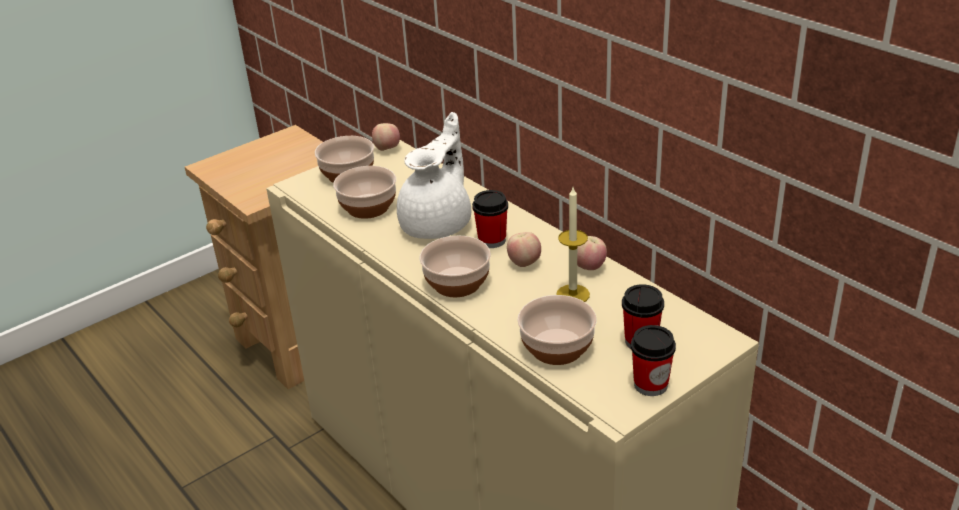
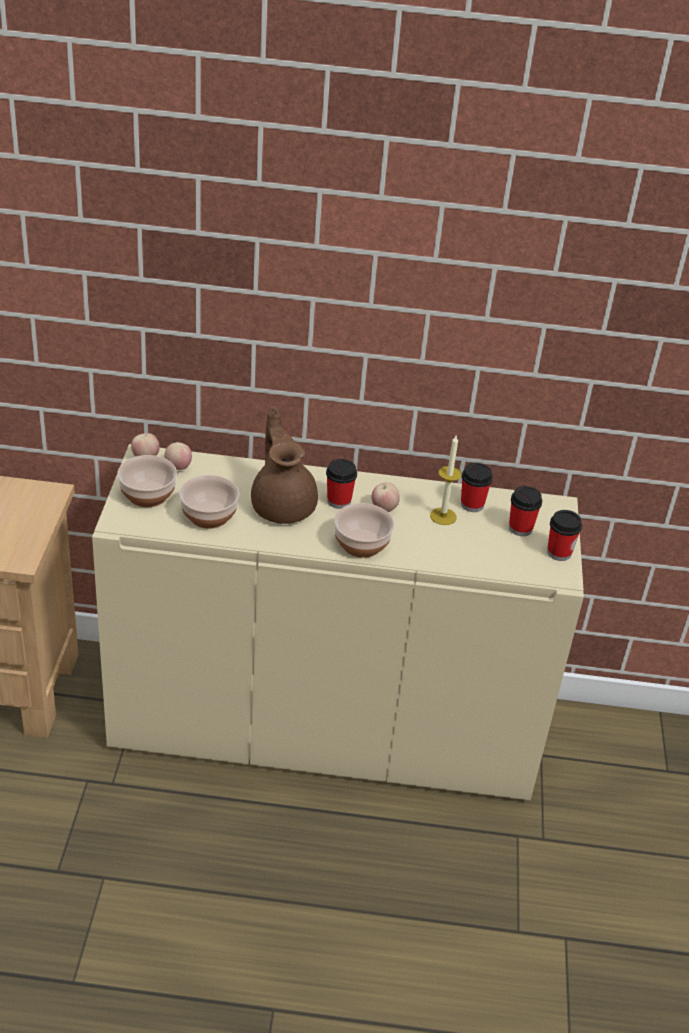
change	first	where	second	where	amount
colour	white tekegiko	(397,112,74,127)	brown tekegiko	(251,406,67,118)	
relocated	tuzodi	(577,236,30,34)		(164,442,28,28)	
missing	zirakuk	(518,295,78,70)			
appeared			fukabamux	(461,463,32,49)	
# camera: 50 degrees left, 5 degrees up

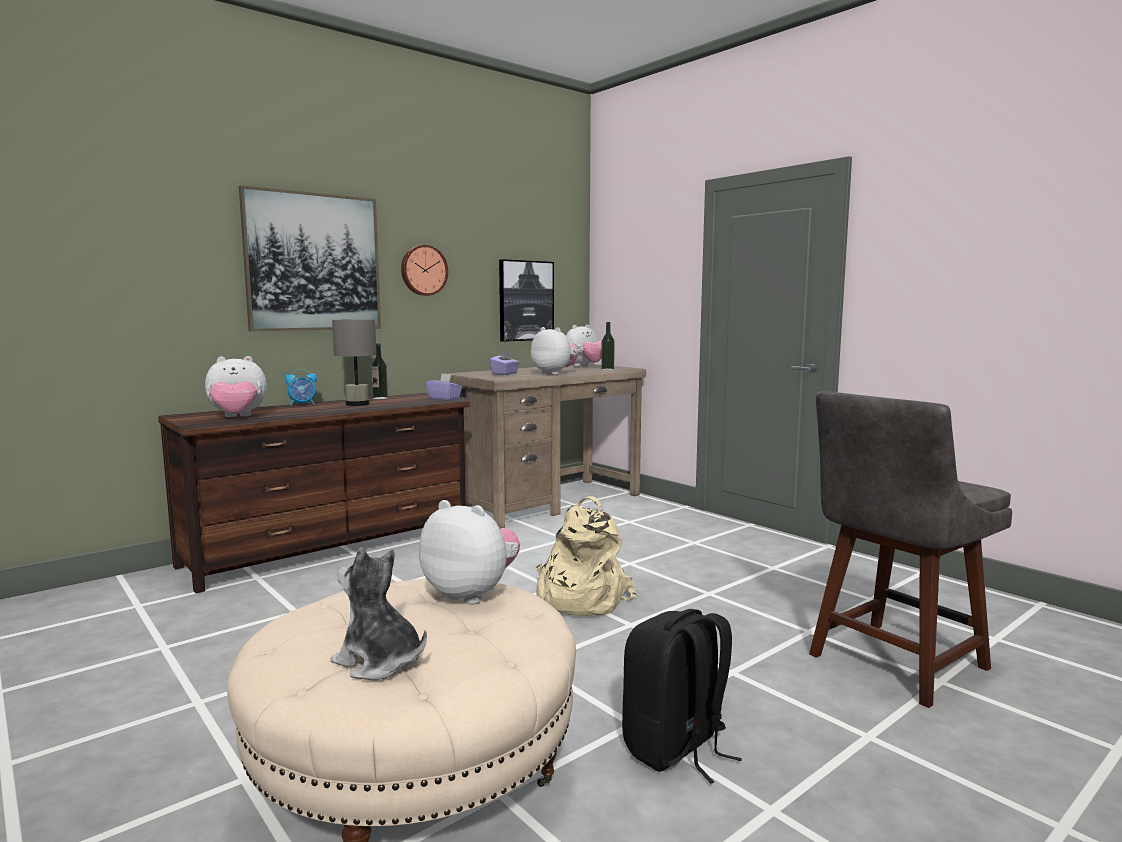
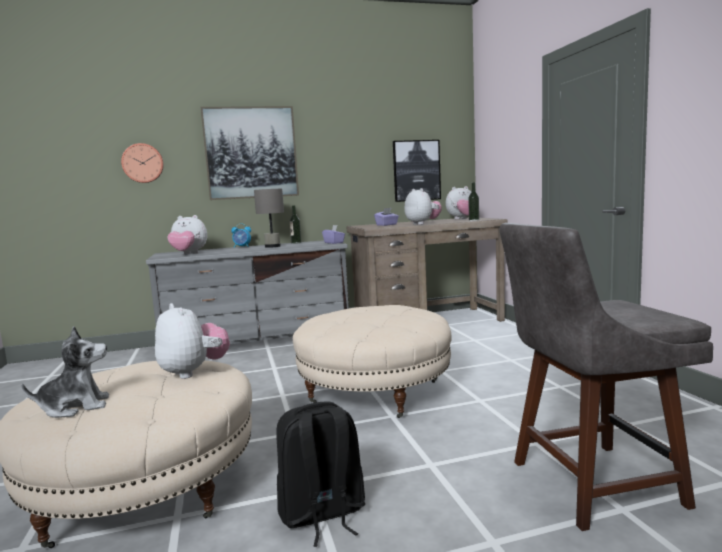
change	first	where	second	where	amount
relocated	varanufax	(401,245,47,51)		(121,143,43,40)	
colour	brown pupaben	(158,393,312,201)	grey pupaben	(146,240,203,104)	
exchanged	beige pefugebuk	(536,496,100,120)	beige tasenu	(293,305,159,113)	
spun	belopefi	(330,547,97,133)		(21,326,88,92)	105 degrees clockwise
# camera: 25 degrees right, 0 degrees up

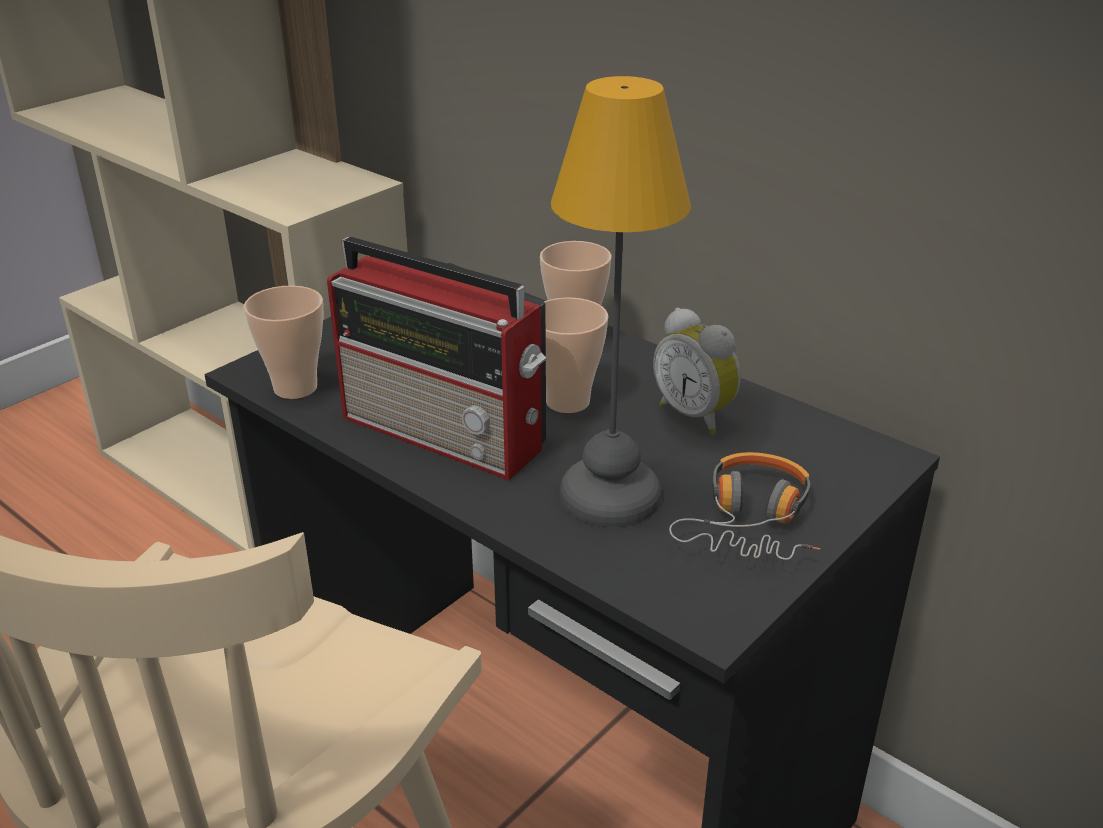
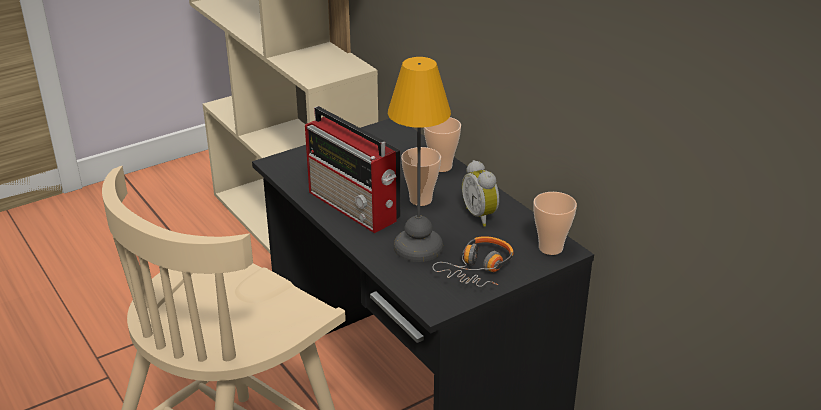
change	first	where	second	where	amount
relocated	fukabamux	(243,285,81,114)		(533,192,44,63)	
# camera: 15 degrees right, 0 degrees up

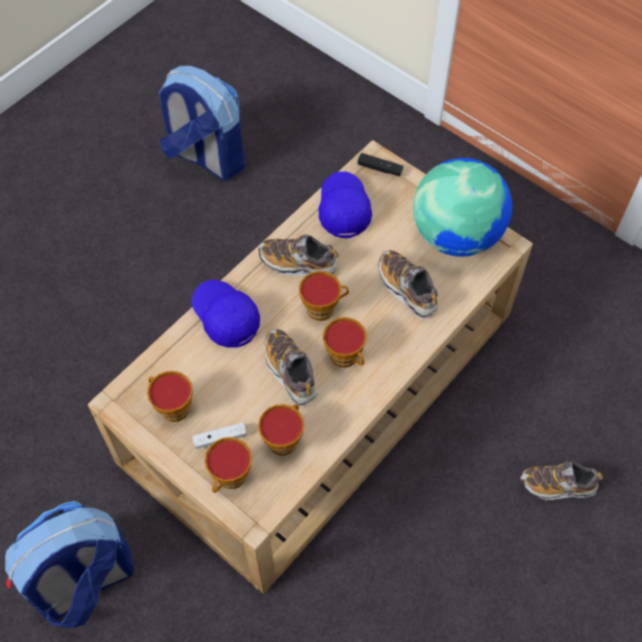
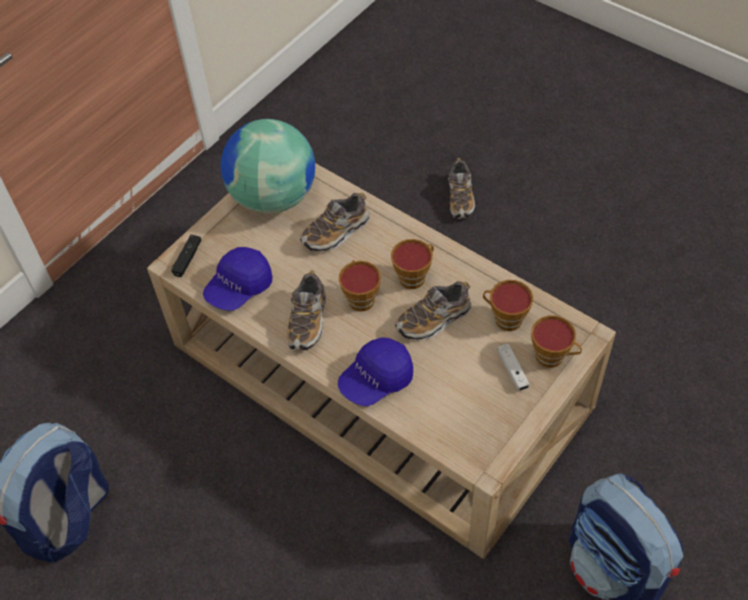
change	first	where	second	where	amount
spun	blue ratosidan	(319,171,53,67)		(203,247,69,64)	45 degrees counterclockwise
missing	fukabamux	(147,371,46,51)			
# camera: 90 degrees left, 5 degrees down

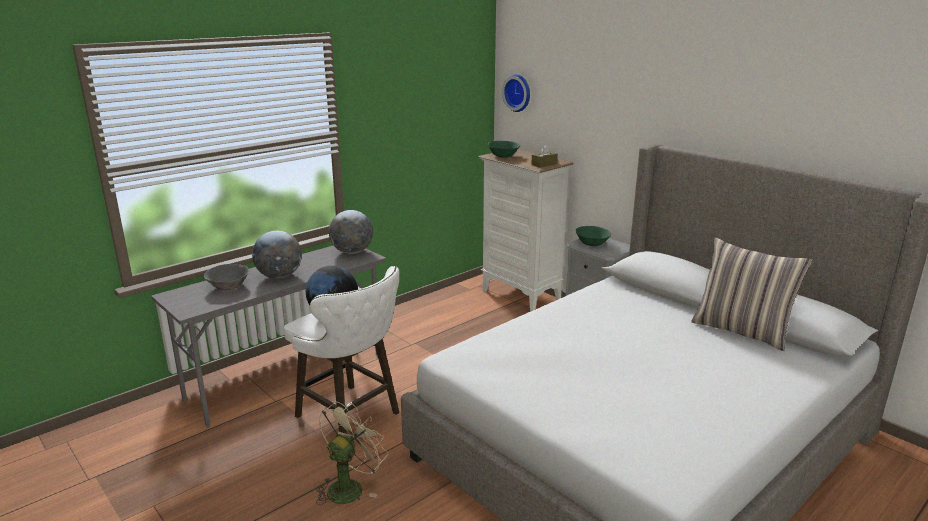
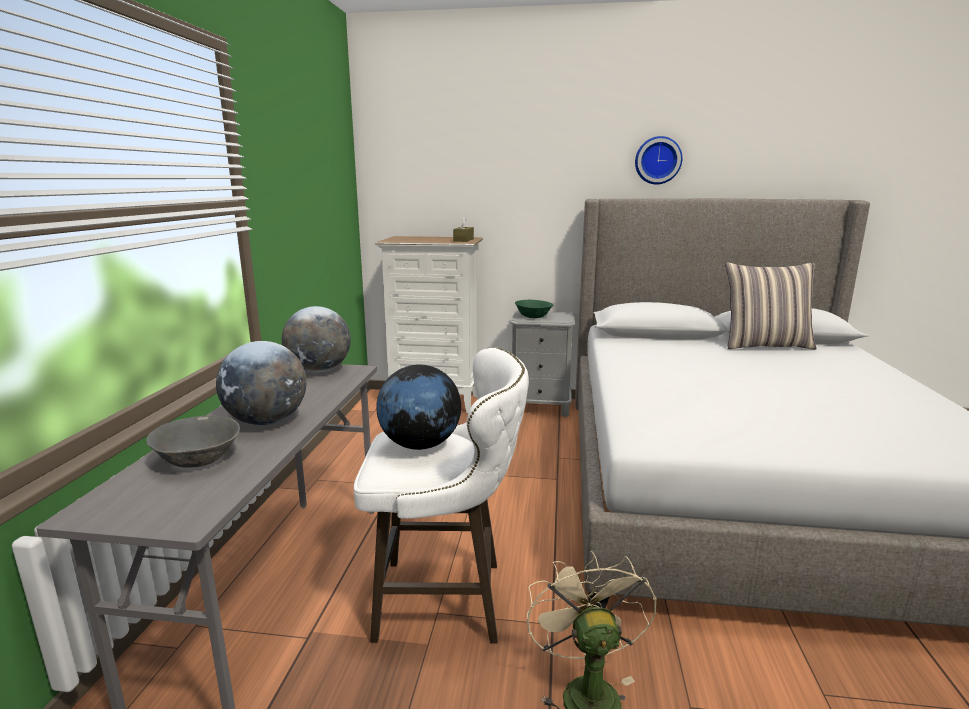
change	first	where	second	where	amount
relocated	varanufax	(502,74,28,38)		(635,136,47,49)	
missing	green zirakuk	(488,141,32,17)			
# camera: 40 degrees left, 5 degrees down

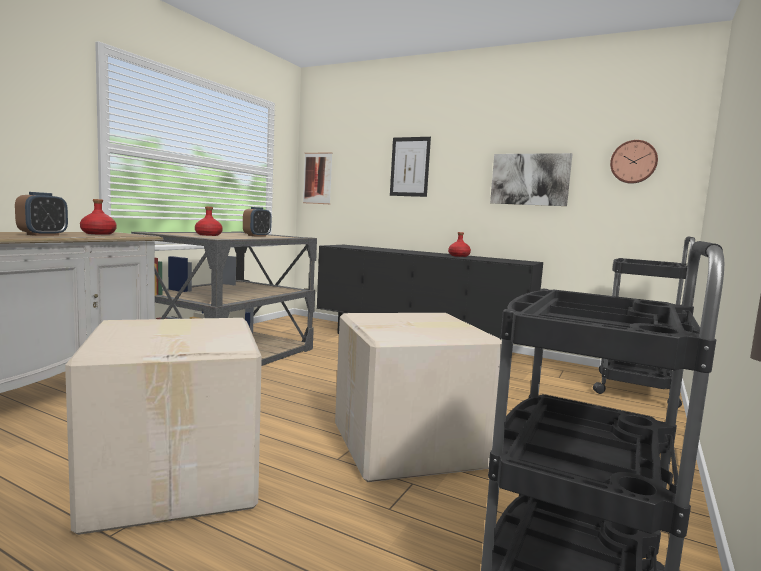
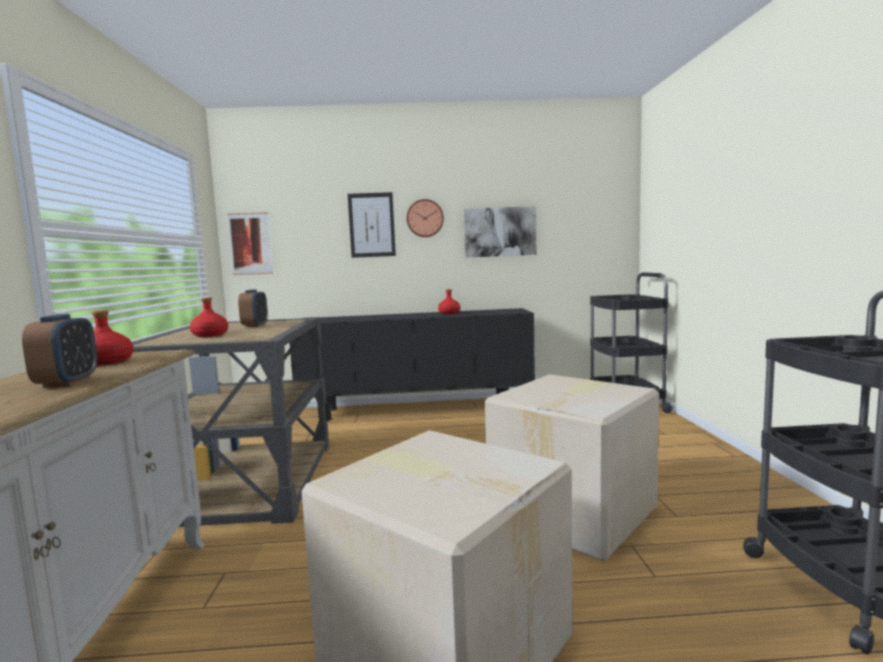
change	first	where	second	where	amount
relocated	varanufax	(610,140,48,44)		(407,199,37,38)	
# camera: 30 degrees left, 0 degrees up

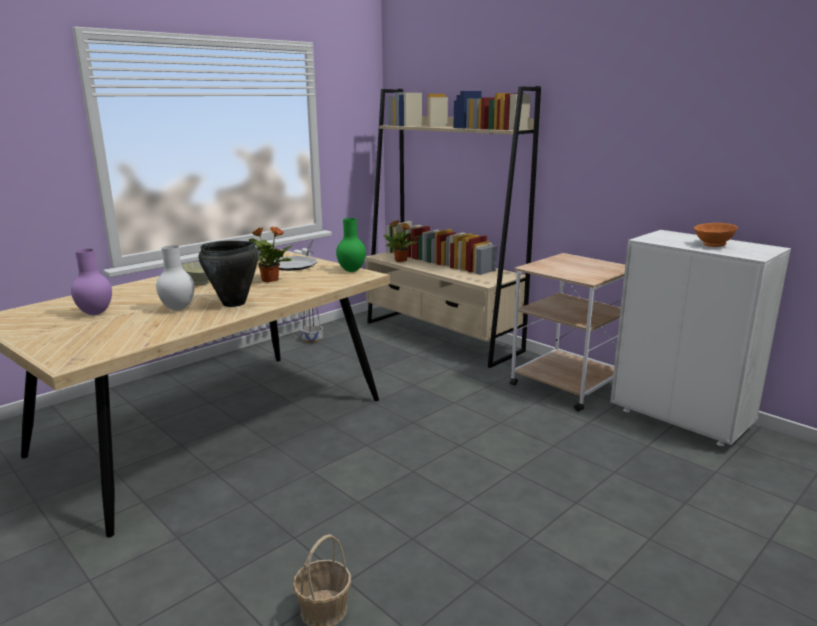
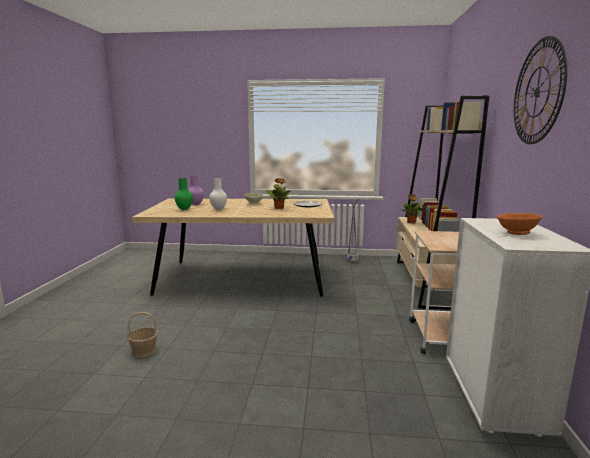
change	first	where	second	where	amount
relocated	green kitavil	(336,218,30,54)		(175,178,18,32)	
missing	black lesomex	(199,241,60,66)			
appeared			varanufax	(514,36,54,108)	
# camera: 50 degrees right, 5 degrees down

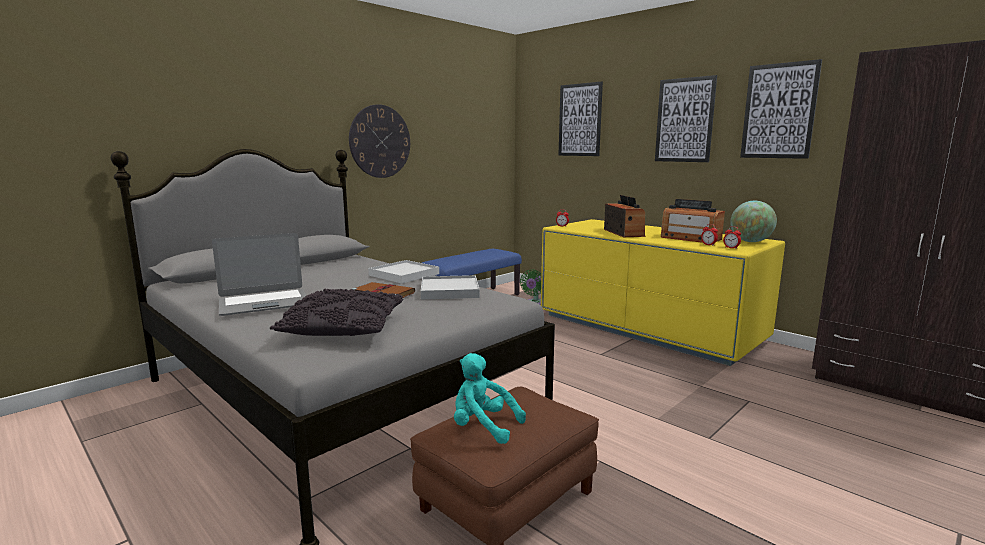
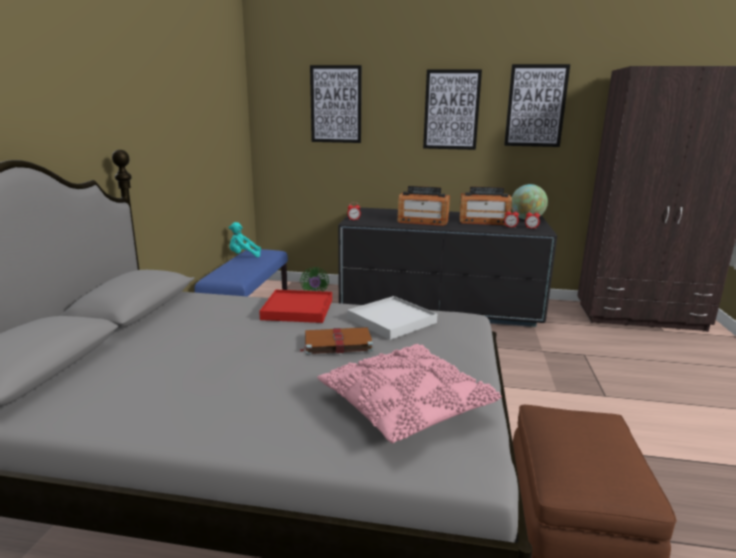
change	first	where	second	where	amount
missing	varanufax	(349,104,61,74)			
spun	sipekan	(604,195,42,42)		(397,186,53,40)	150 degrees clockwise
colour	yellow pupaben	(541,219,244,147)	black pupaben	(338,208,219,119)	
missing	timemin	(212,233,95,83)			
colour	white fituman	(368,260,71,24)	red fituman	(259,290,73,33)	
colour	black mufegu	(270,289,134,47)	pink mufegu	(317,344,185,99)	
relocated	turquoise belopefi	(454,353,72,91)		(228,222,33,35)	
# camera: 35 degrees left, 5 degrees up

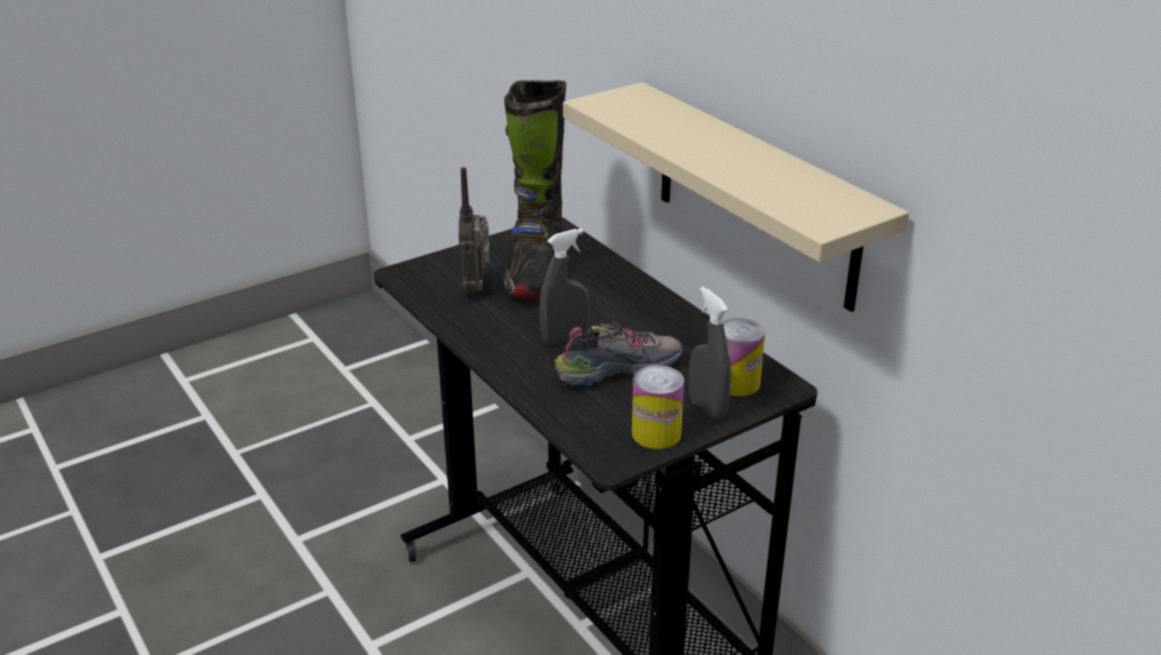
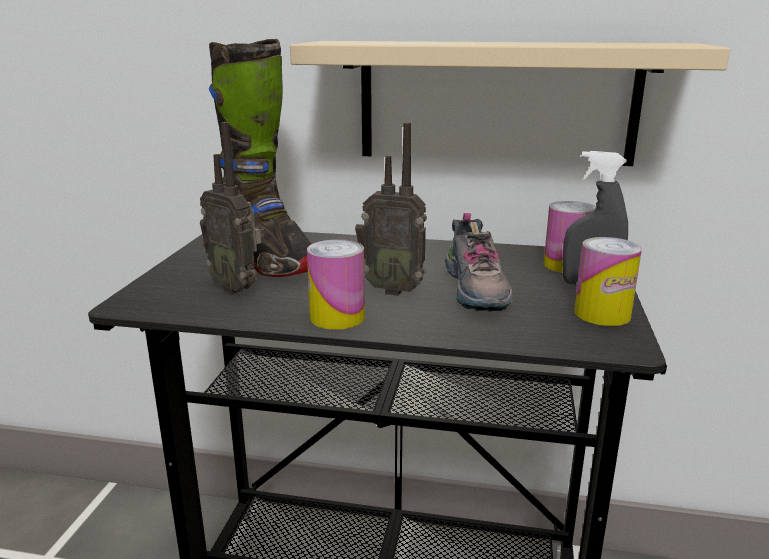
change	first	where	second	where	amount
exchanged	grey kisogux	(539,228,50,117)	sipekan	(355,122,72,174)	
spun	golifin	(554,321,128,66)		(445,213,68,99)	150 degrees clockwise
appeared			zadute	(307,239,58,91)	
# camera: 45 degrees left, 10 degrees down

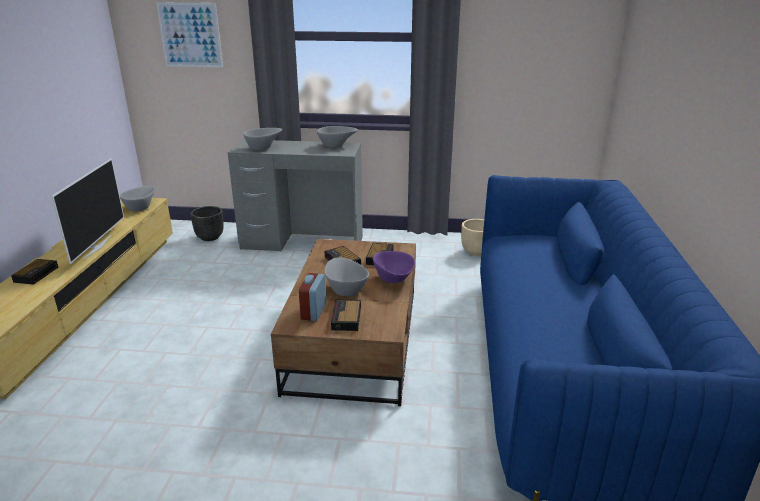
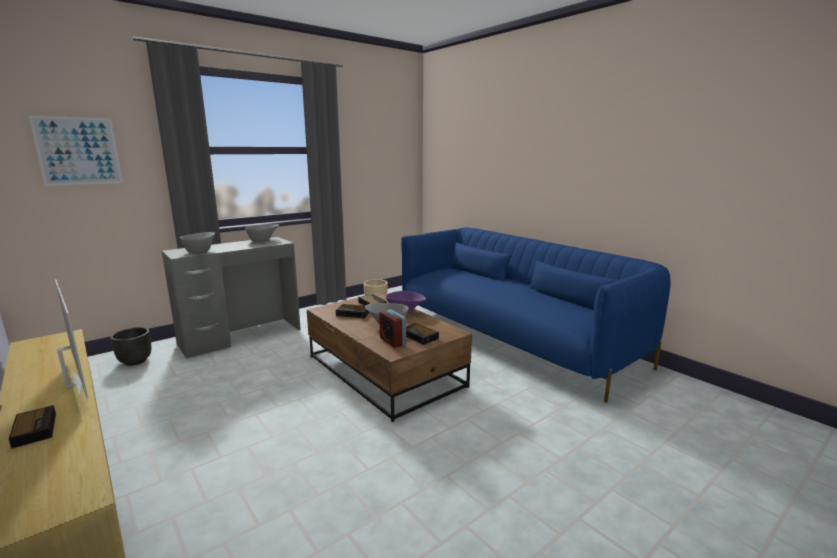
change	first	where	second	where	amount
missing	grey zirakuk	(120,186,35,26)			
# camera: 45 degrees left, 10 degrees down

